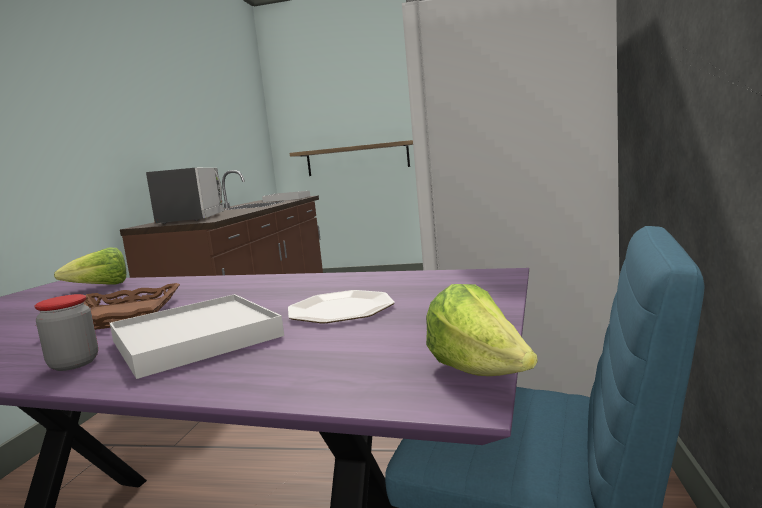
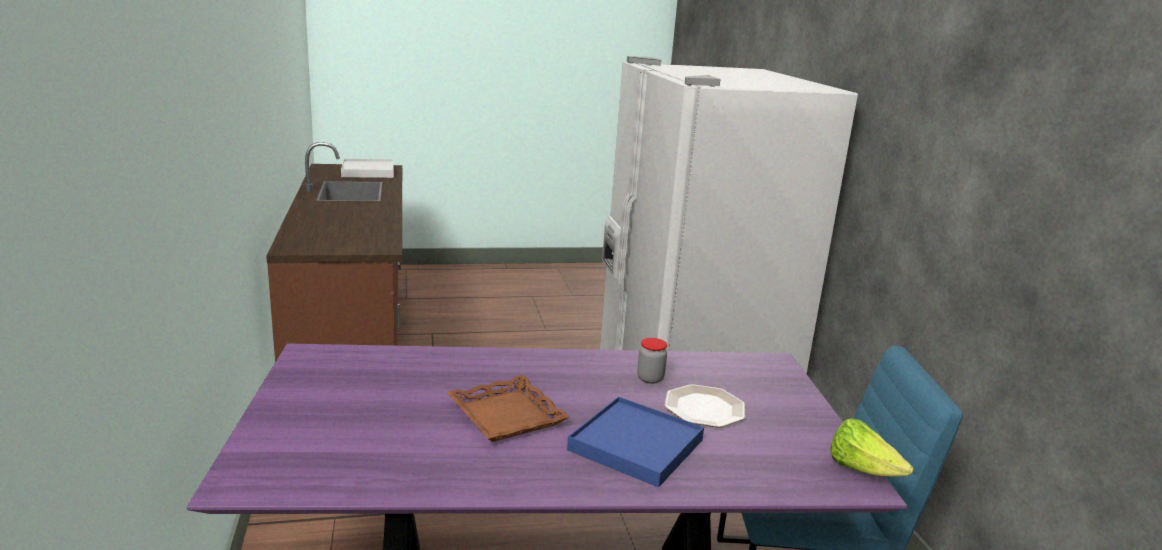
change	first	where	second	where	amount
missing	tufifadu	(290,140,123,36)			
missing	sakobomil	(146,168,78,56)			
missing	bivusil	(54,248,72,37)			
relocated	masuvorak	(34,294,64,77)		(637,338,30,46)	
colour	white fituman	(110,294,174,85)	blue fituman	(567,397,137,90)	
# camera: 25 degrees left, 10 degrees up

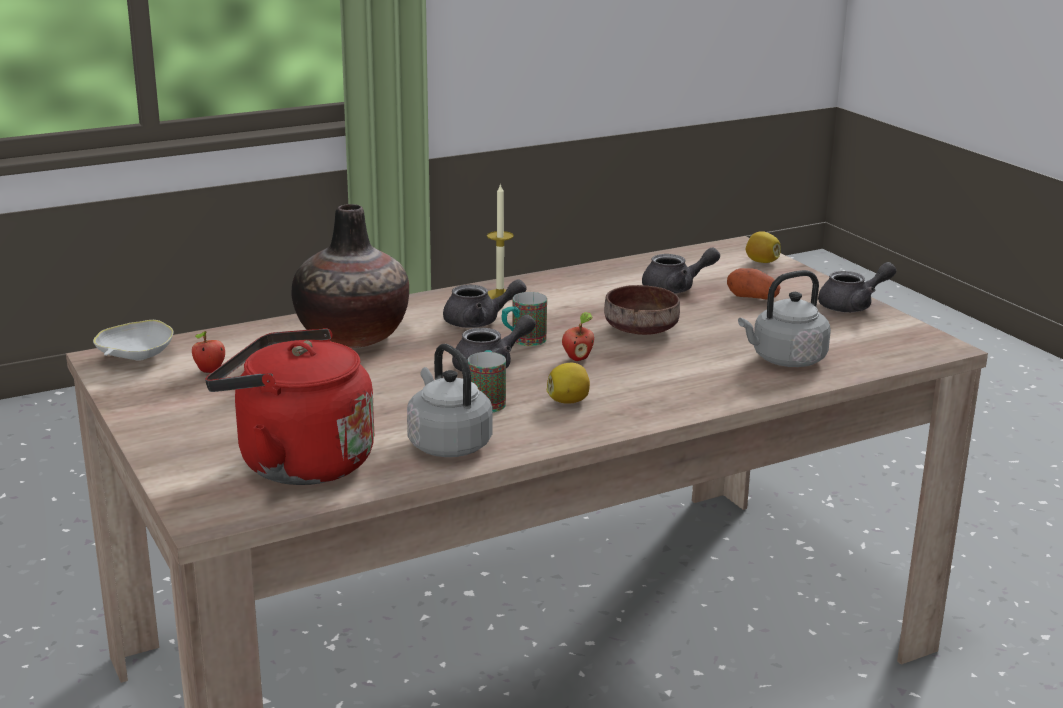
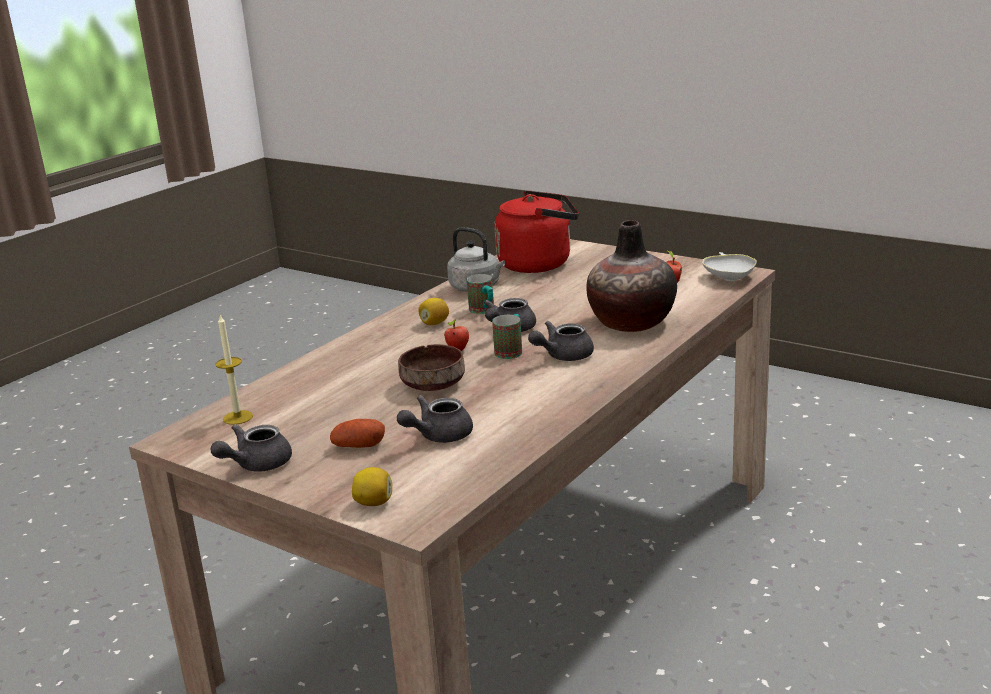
change	first	where	second	where	amount
relocated	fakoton	(487,183,27,116)		(215,315,38,110)	
missing	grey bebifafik	(738,270,93,97)			
# camera: 155 degrees right, 0 degrees up

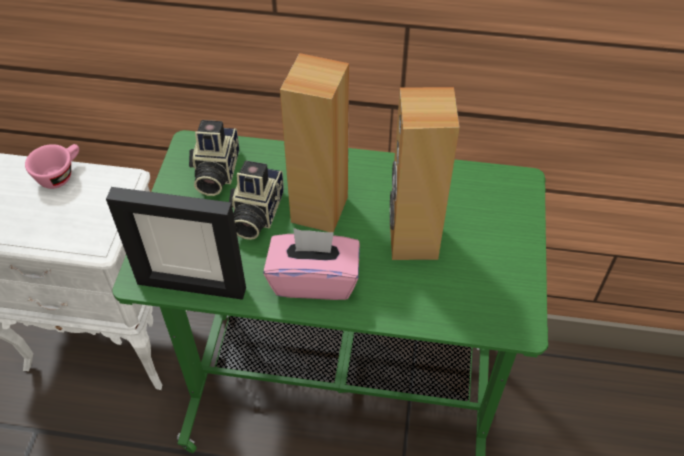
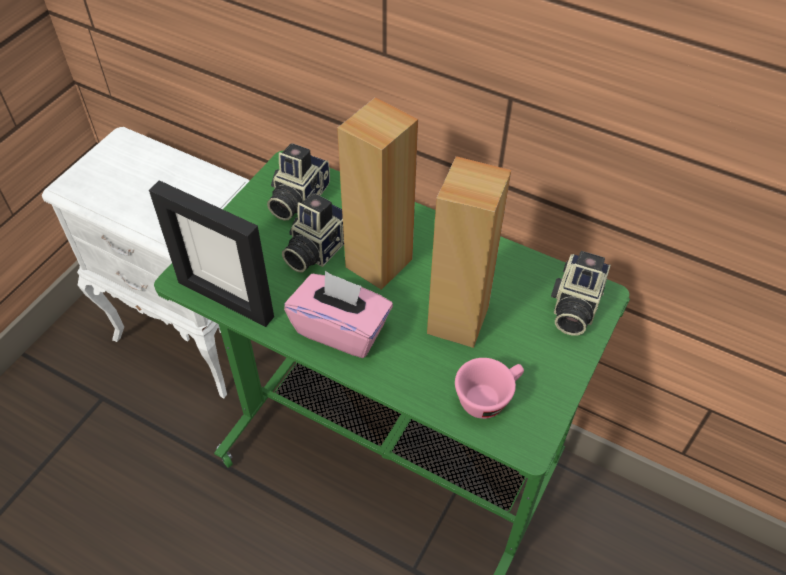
change	first	where	second	where	amount
relocated	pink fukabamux	(25,144,54,45)		(455,358,69,61)	
appeared			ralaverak	(551,251,60,85)	
# camera: 20 degrees right, 0 degrees up

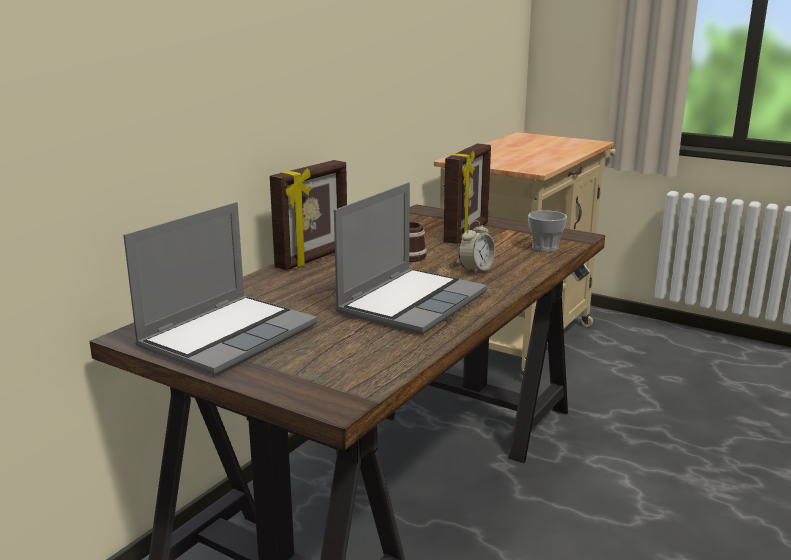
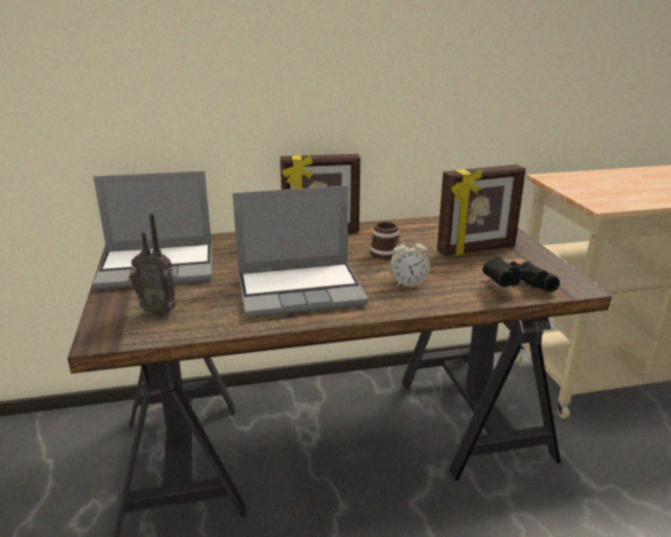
change	first	where	second	where	amount
exchanged	fukabamux	(528,210,39,42)	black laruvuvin	(483,258,77,34)	
appeared			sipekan	(129,213,48,104)	
# camera: 45 degrees right, 5 degrees up

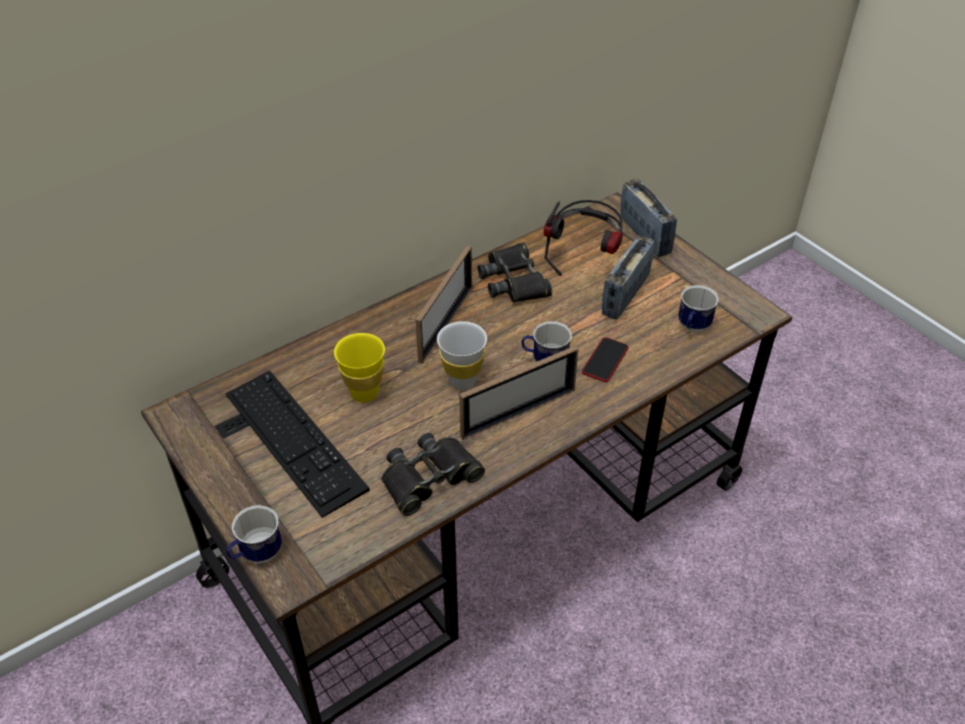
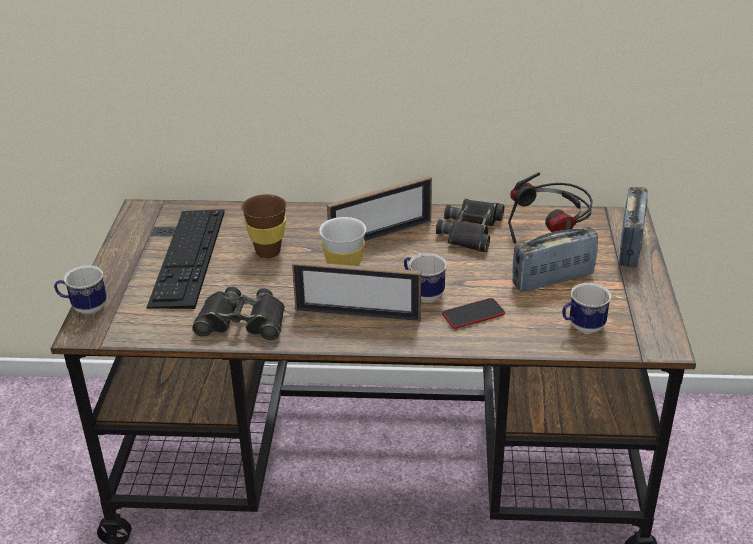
change	first	where	second	where	amount
colour	yellow fukabamux	(334,333,51,69)	brown fukabamux	(241,194,46,64)	
# camera: 40 degrees right, 10 degrees down

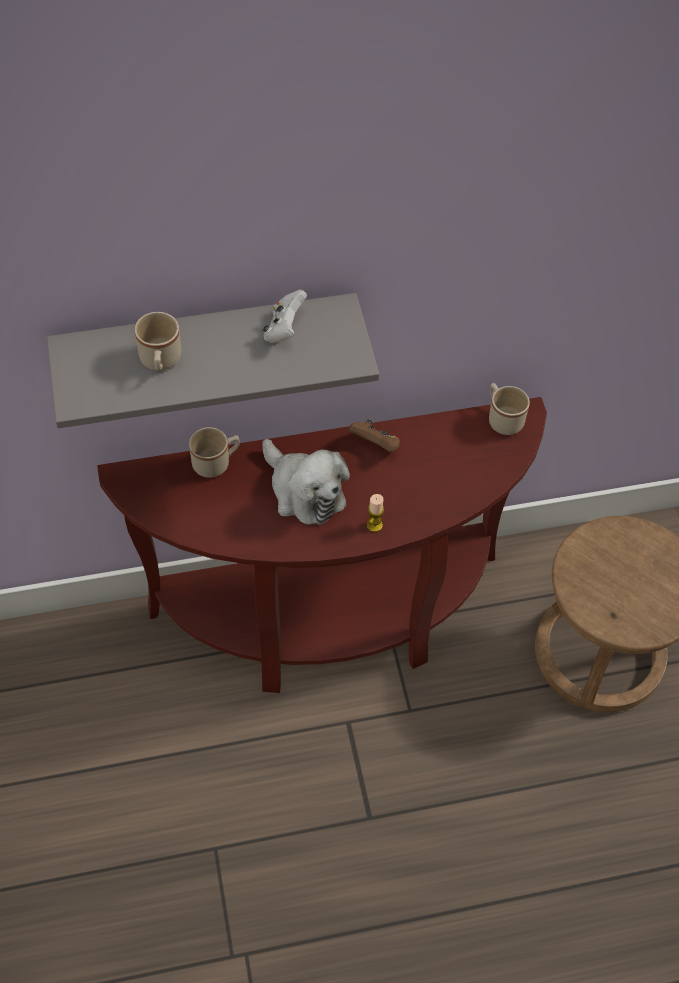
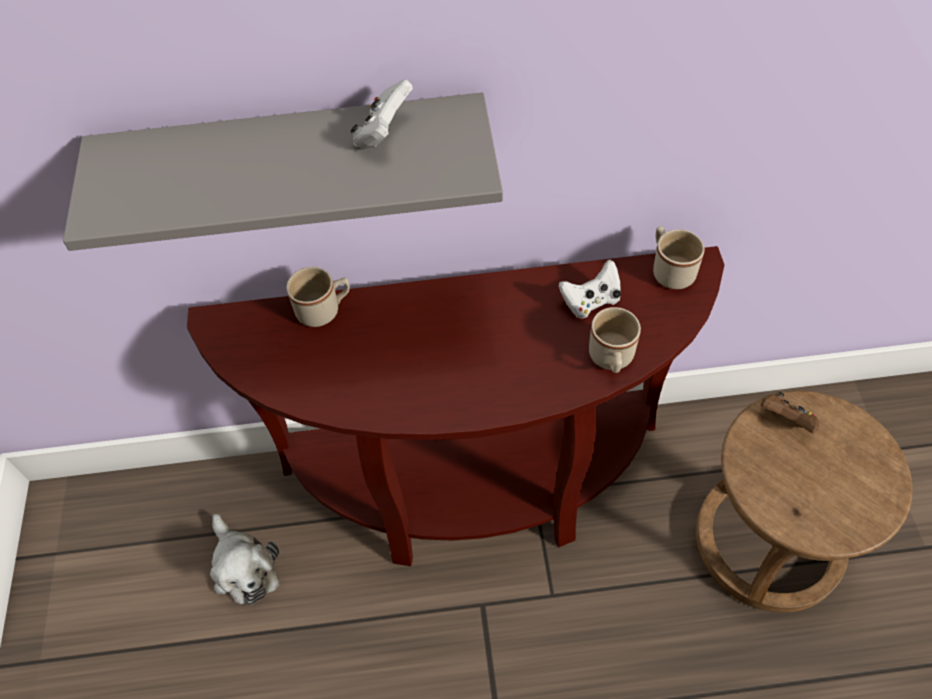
change	first	where	second	where	amount
relocated	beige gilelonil	(134,312,47,59)		(589,307,52,66)	
relocated	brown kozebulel	(348,419,52,33)		(761,391,58,43)	
relocated	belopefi	(262,439,88,86)		(210,514,69,92)	
missing	fakoton	(367,494,17,38)			
appeared			white kozebulel	(558,260,63,58)	
# camera: 10 degrees right, 0 degrees up

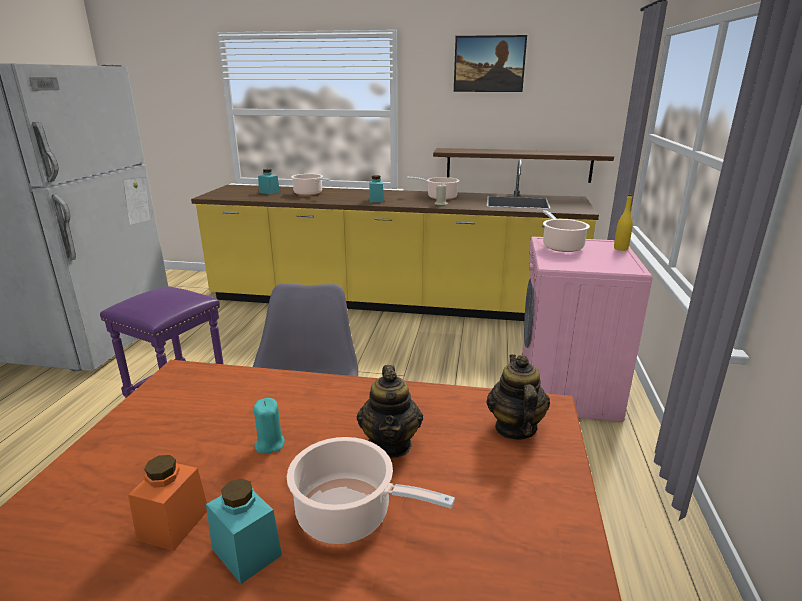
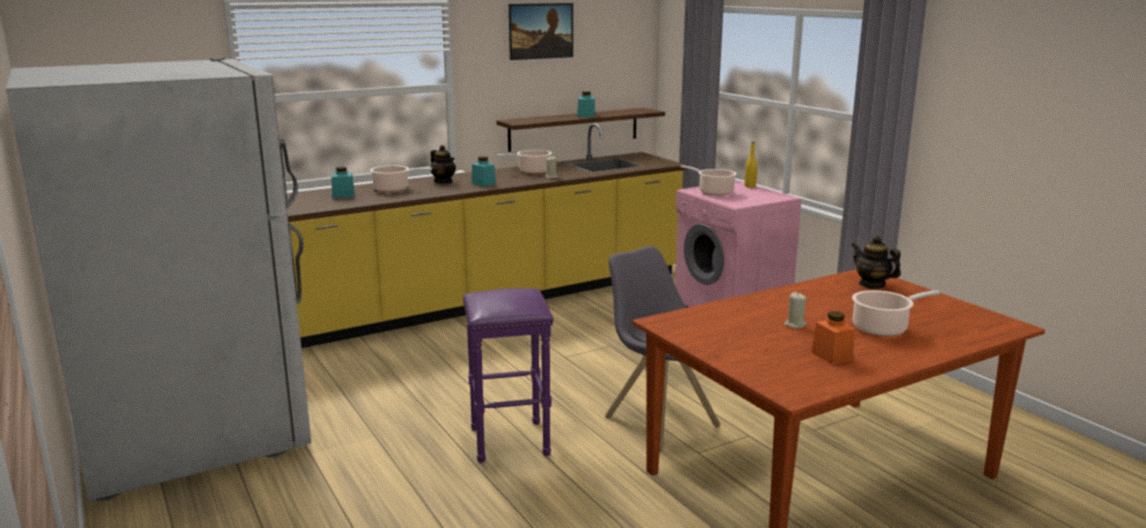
change	first	where	second	where	amount
relocated	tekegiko	(357,365,66,93)		(430,145,26,38)	
colour	turquoise fakoton	(253,398,32,56)	beige fakoton	(784,292,23,36)	
relocated	turquoise masuvorak	(206,479,76,105)		(577,91,18,26)	
# camera: 40 degrees left, 5 degrees down

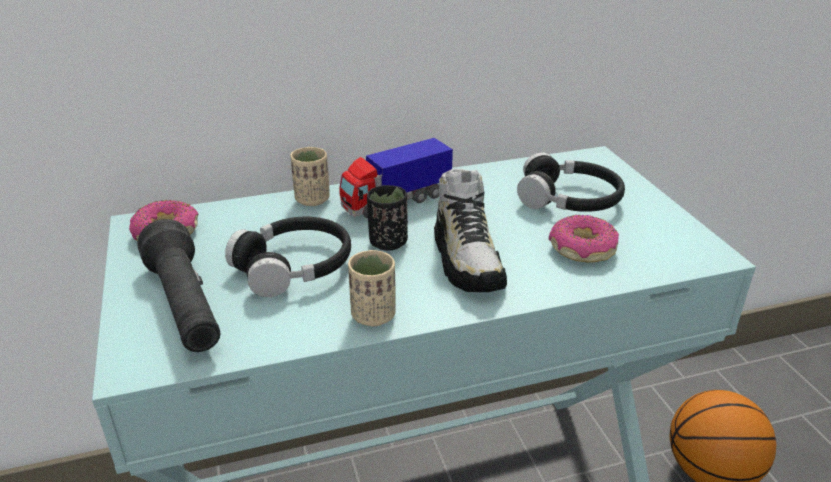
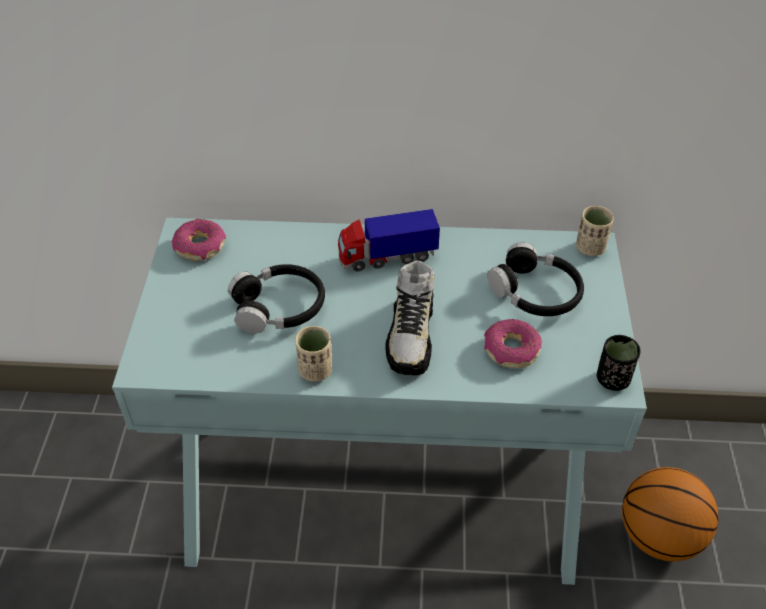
change	first	where	second	where	amount
relocated	beige fukabamux	(291,147,39,59)		(576,206,38,50)	
relocated	black fukabamux	(367,185,41,66)		(597,335,44,56)	
missing	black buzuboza	(137,219,83,133)			
# camera: 20 degrees right, 15 degrees up

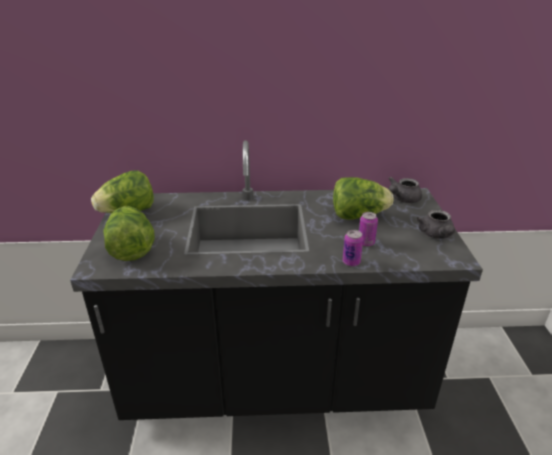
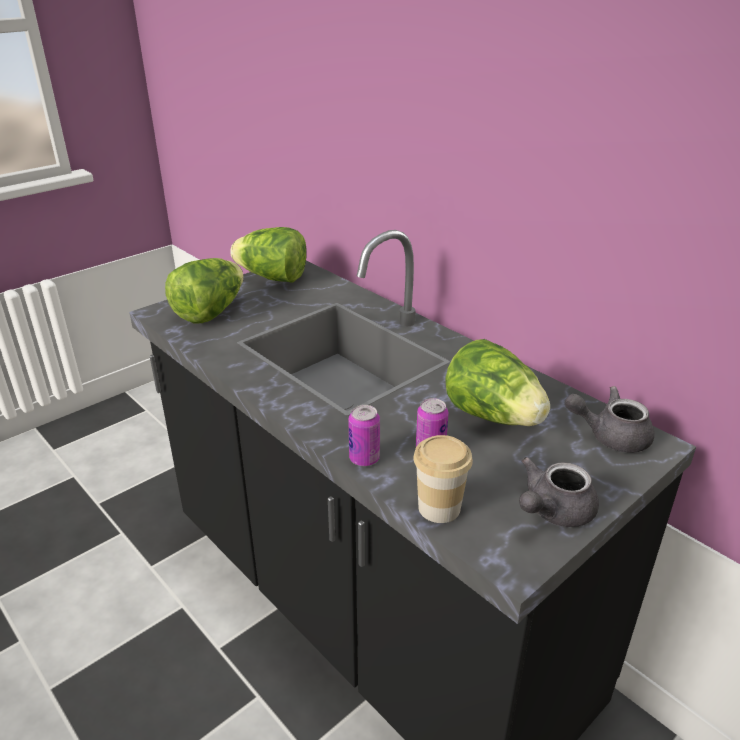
change	first	where	second	where	amount
appeared			fukabamux	(413,435,60,88)	
# camera: 50 degrees right, 0 degrees up

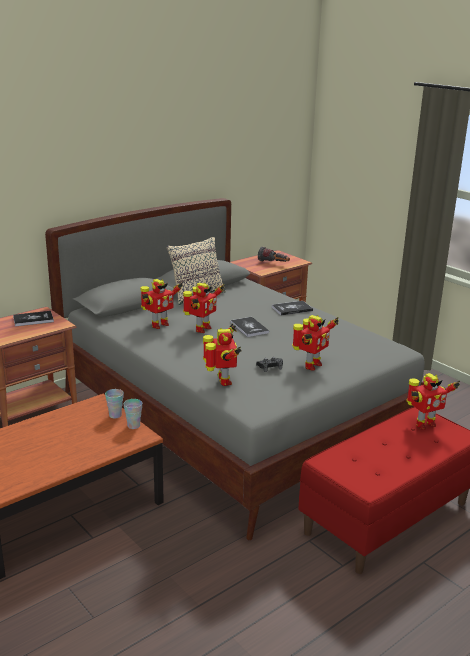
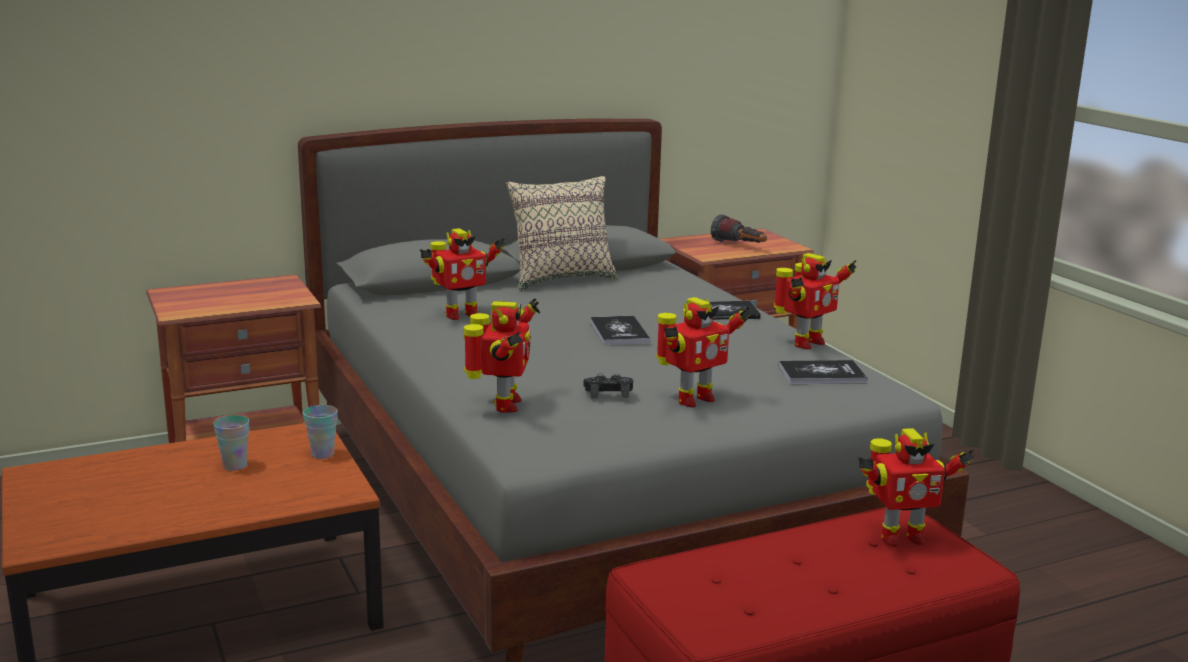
change	first	where	second	where	amount
relocated	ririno	(183,283,42,50)		(774,253,82,97)	
relocated	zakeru	(13,311,41,16)		(779,360,89,24)	
relocated	fukabamux	(124,399,18,30)		(213,415,36,56)	
# camera: 15 degrees right, 5 degrees down

